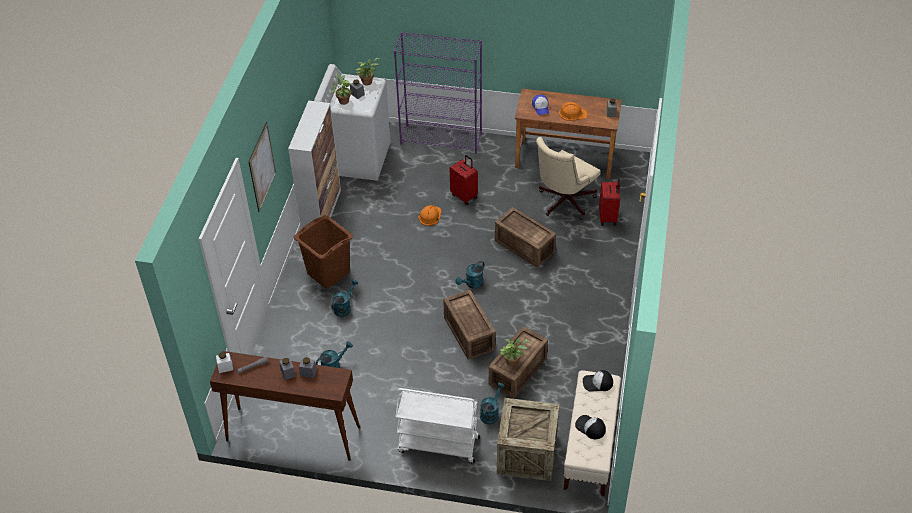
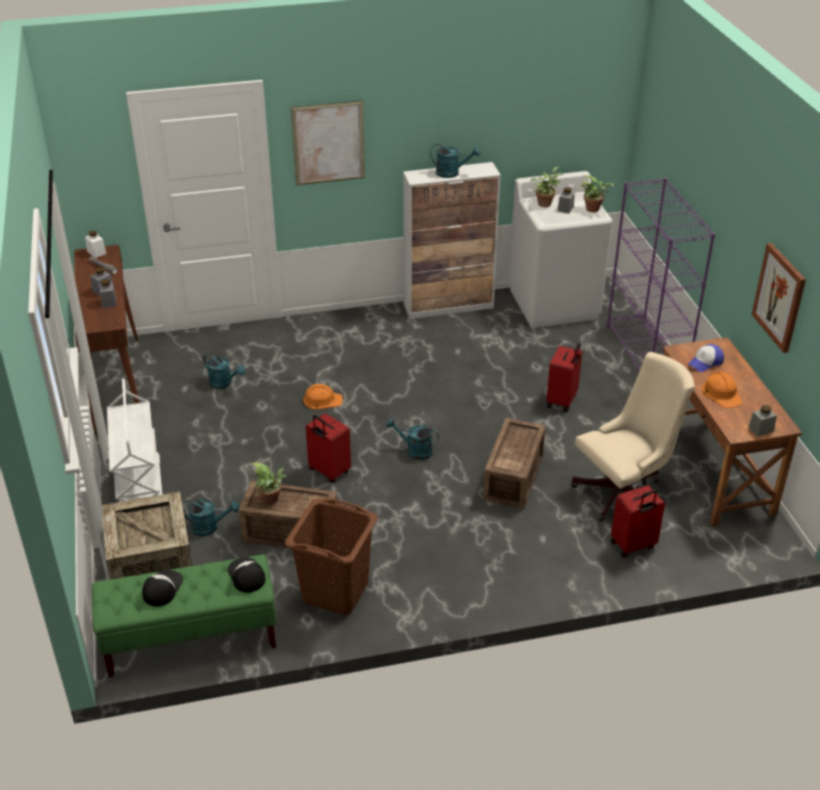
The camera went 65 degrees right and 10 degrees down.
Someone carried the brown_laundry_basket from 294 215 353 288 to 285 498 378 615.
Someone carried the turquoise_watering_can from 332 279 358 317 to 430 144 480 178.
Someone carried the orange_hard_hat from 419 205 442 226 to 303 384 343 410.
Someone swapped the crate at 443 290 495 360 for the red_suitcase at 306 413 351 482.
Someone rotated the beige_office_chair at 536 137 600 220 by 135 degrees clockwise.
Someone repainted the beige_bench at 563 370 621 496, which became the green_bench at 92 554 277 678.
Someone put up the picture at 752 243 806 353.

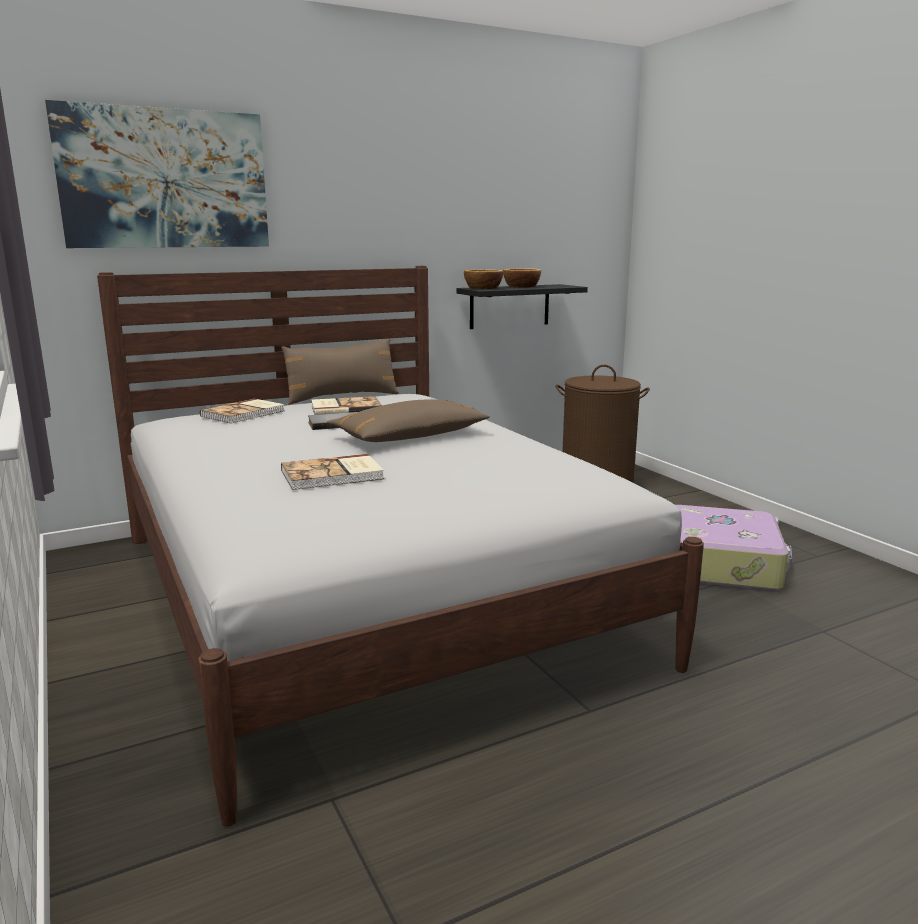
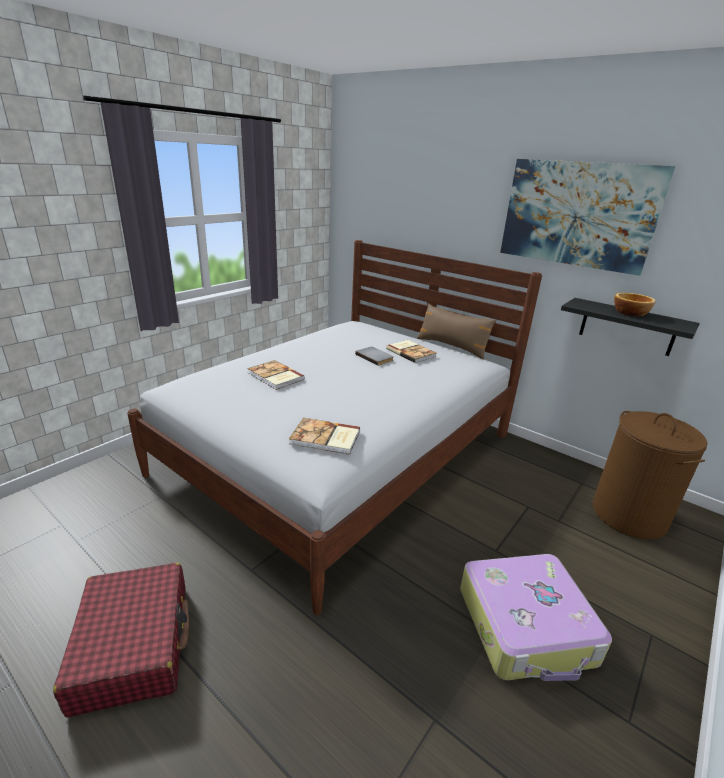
The camera went 65 degrees right and 10 degrees up.
Someone carried the picture from 45 100 269 248 to 500 159 675 276.
Someone carried the book from 200 399 285 424 to 289 418 360 455.
Someone took away the brown_pillow at 327 399 490 442.
Someone took away the bowl at 464 269 503 289.
Someone put down the red_suitcase at 53 563 189 717.

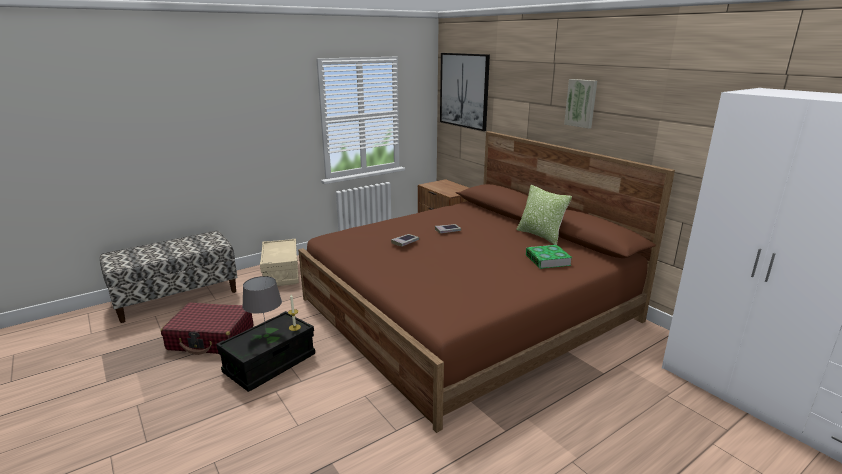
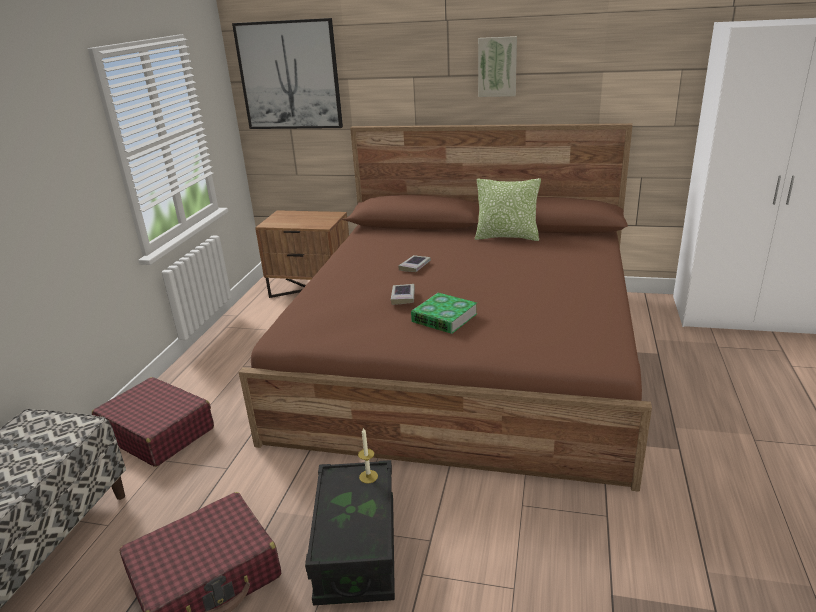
The camera went 40 degrees left and 5 degrees up.
Someone took away the grey_table_lamp at 242 276 282 333.
Someone swapped the beige_storage_box at 260 239 299 286 for the red_suitcase at 92 377 214 467.
Someone carried the book from 526 245 572 269 to 411 293 477 334.

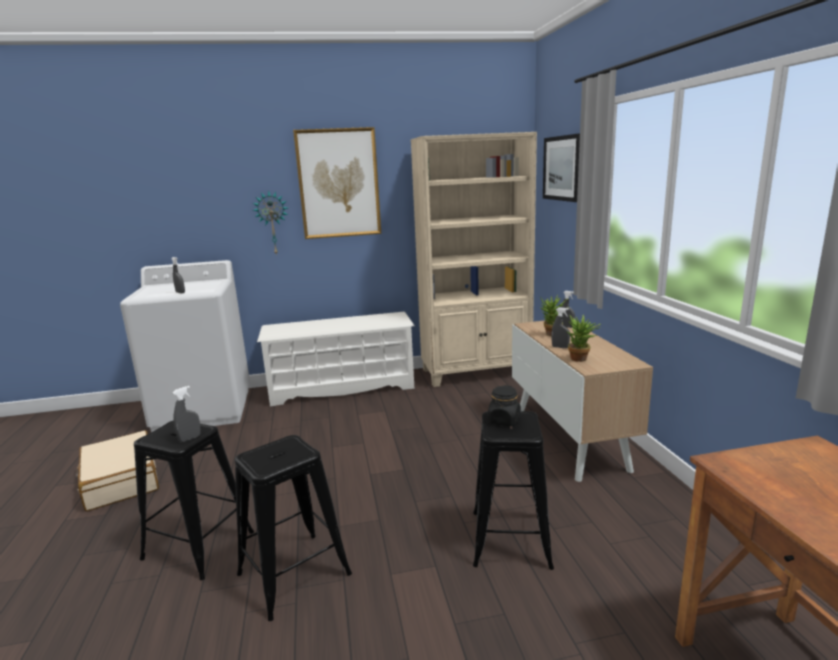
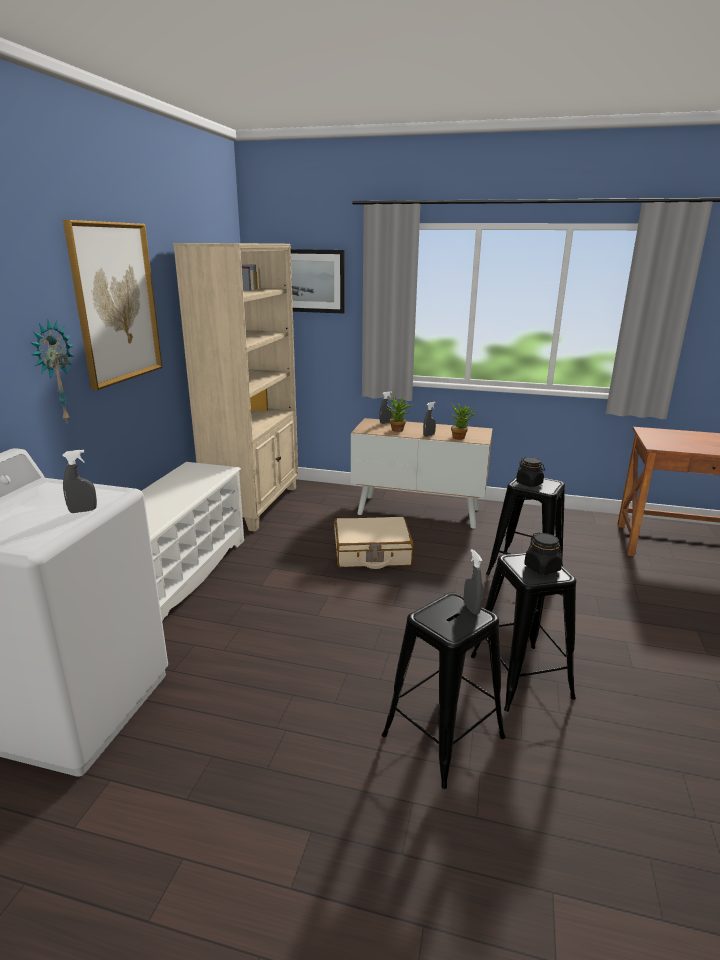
The camera went 65 degrees left and 5 degrees up.
Someone carried the beige_suitcase from 75 430 159 511 to 334 517 414 569.
Someone put down the black_jar at 524 532 562 575.

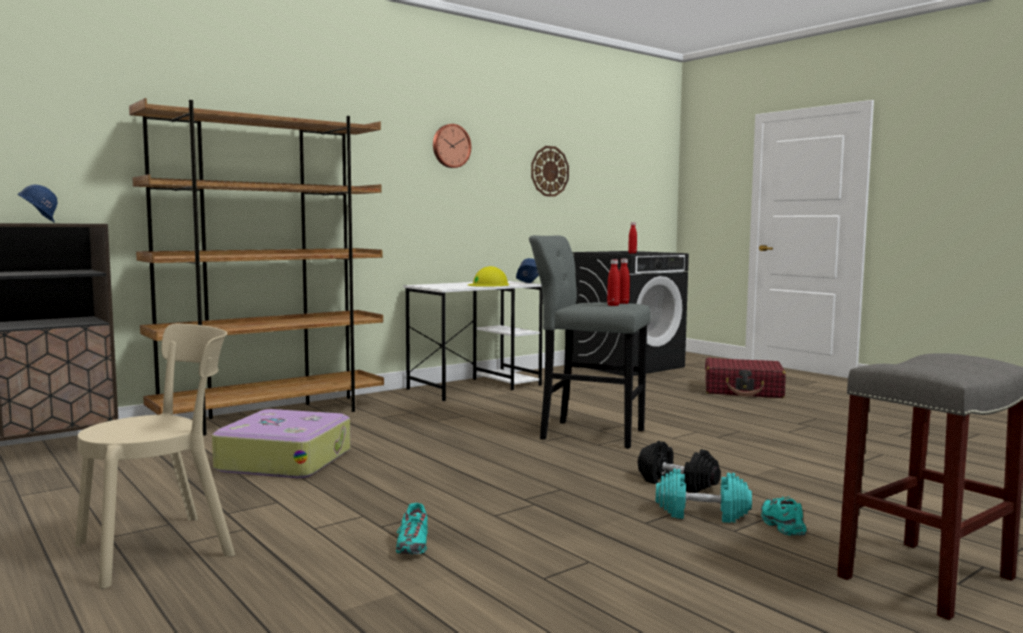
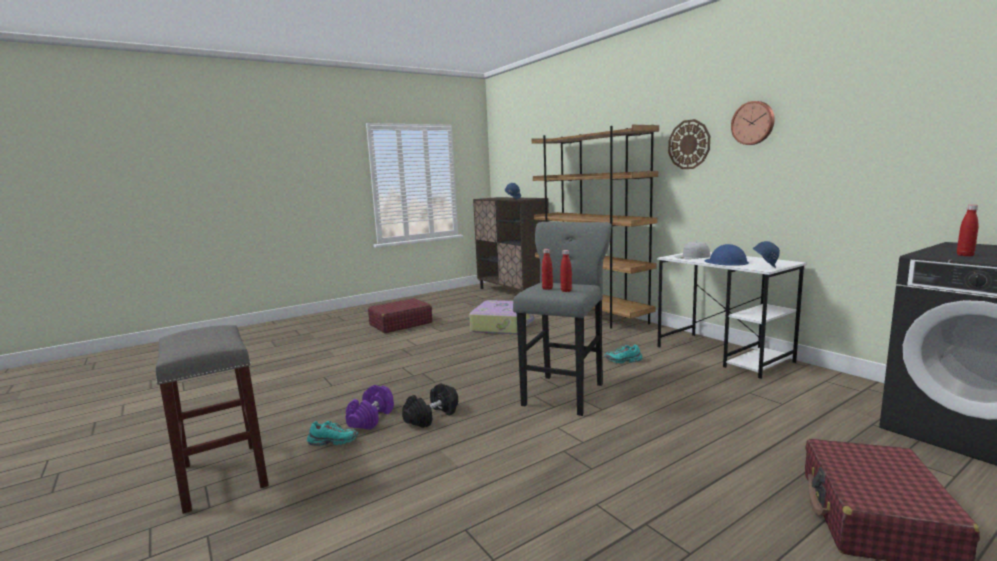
The camera went 95 degrees right and 5 degrees up.
Someone swapped the beige_chair at 75 323 235 589 for the red_suitcase at 368 298 433 333.
Someone carried the turquoise_shoe from 396 503 428 554 to 605 345 642 363.
Someone repainted the yellow_hard_hat at 468 266 509 287, which became the blue_hard_hat at 705 244 749 266.
Someone carried the wall_clock from 531 146 569 197 to 668 119 710 169.
Someone repainted the turquoise_dumbbell at 656 469 752 523, which became the purple_dumbbell at 346 385 394 430.
Someone put down the white_cap at 674 242 710 259.

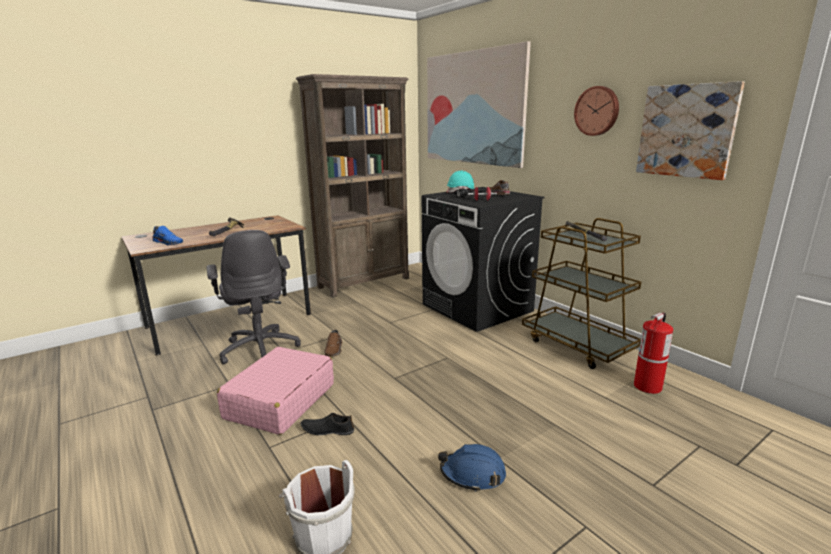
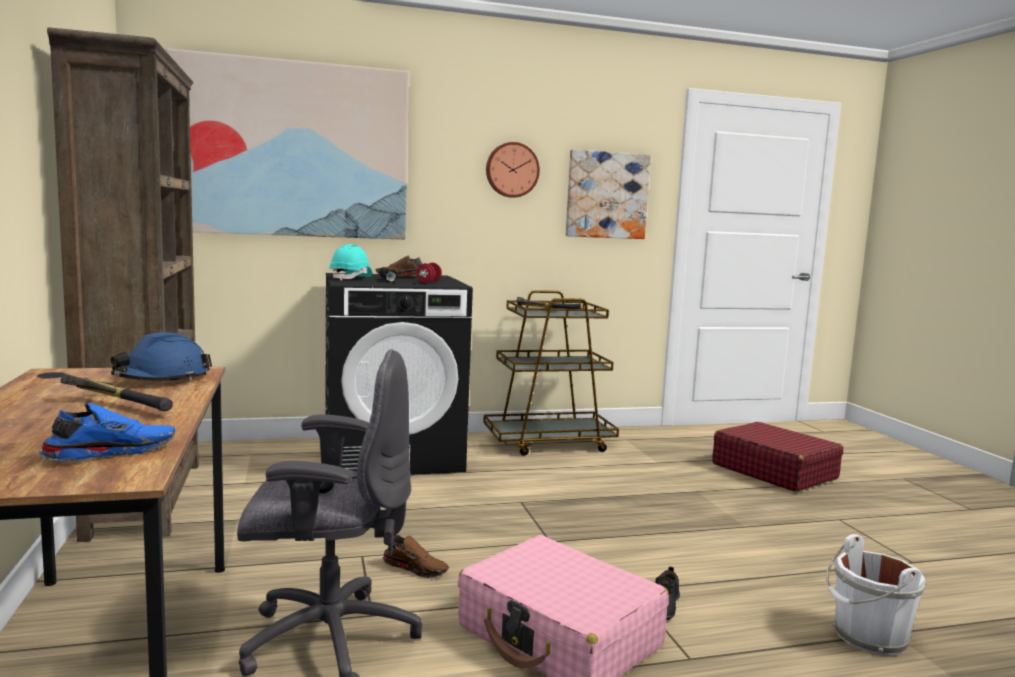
The camera went 70 degrees left and 10 degrees down.
Someone carried the blue_hard_hat from 438 444 506 492 to 111 332 212 381.
Someone took away the fire_extinguisher at 634 313 673 394.
Someone put down the red_suitcase at 712 422 843 492.

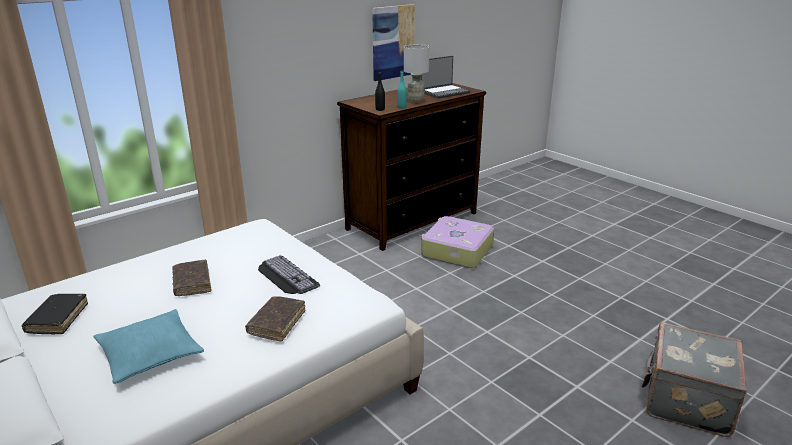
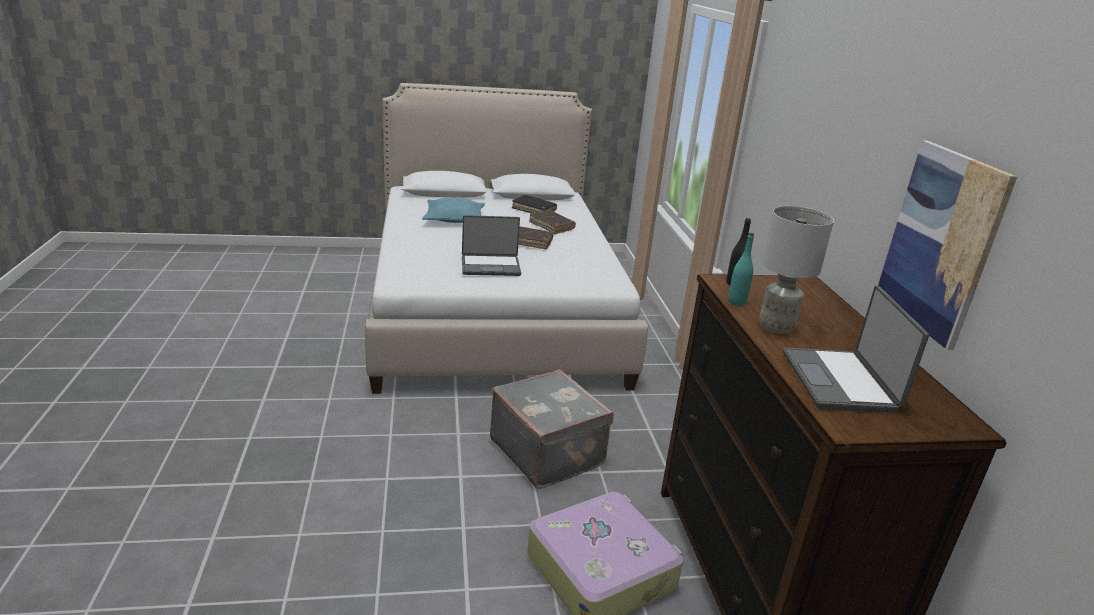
The camera went 120 degrees right and 0 degrees up.
Someone carried the brown_book from 245 296 305 341 to 529 210 576 234.
Someone swapped the keyboard at 258 255 320 294 for the laptop at 462 215 521 276.
Someone carried the grey_suitcase from 641 322 747 437 to 490 369 614 489.

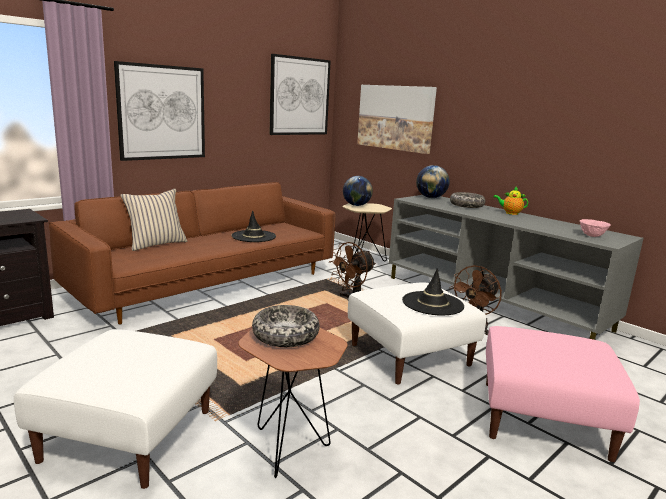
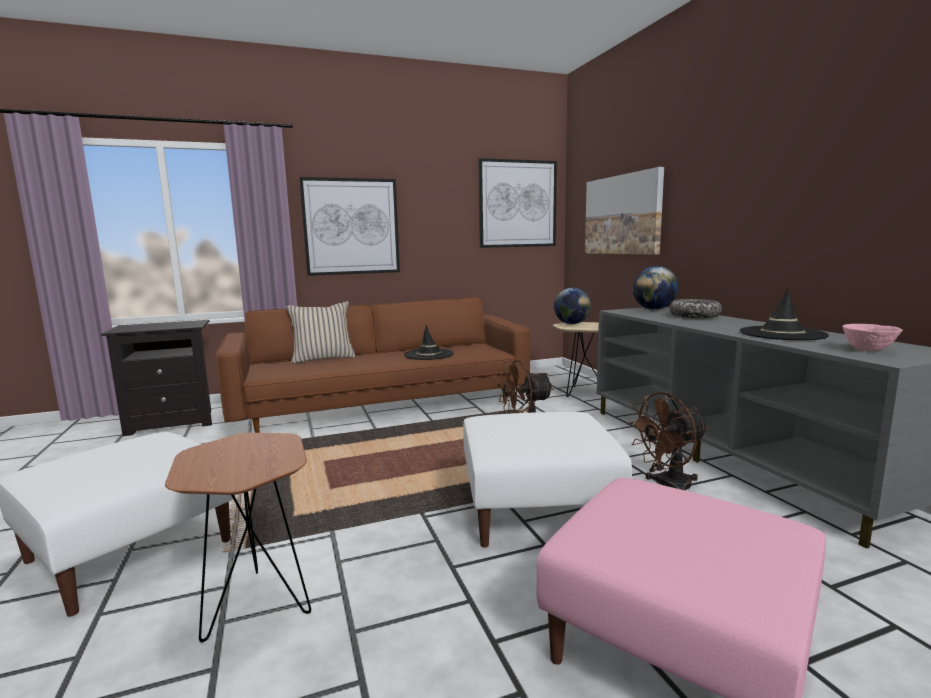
The camera went 25 degrees right and 5 degrees down.
Someone took away the bowl at 252 305 320 347.
Someone carried the black_hat from 402 268 464 316 to 740 288 829 340.
Someone took away the teapot at 493 187 529 215.

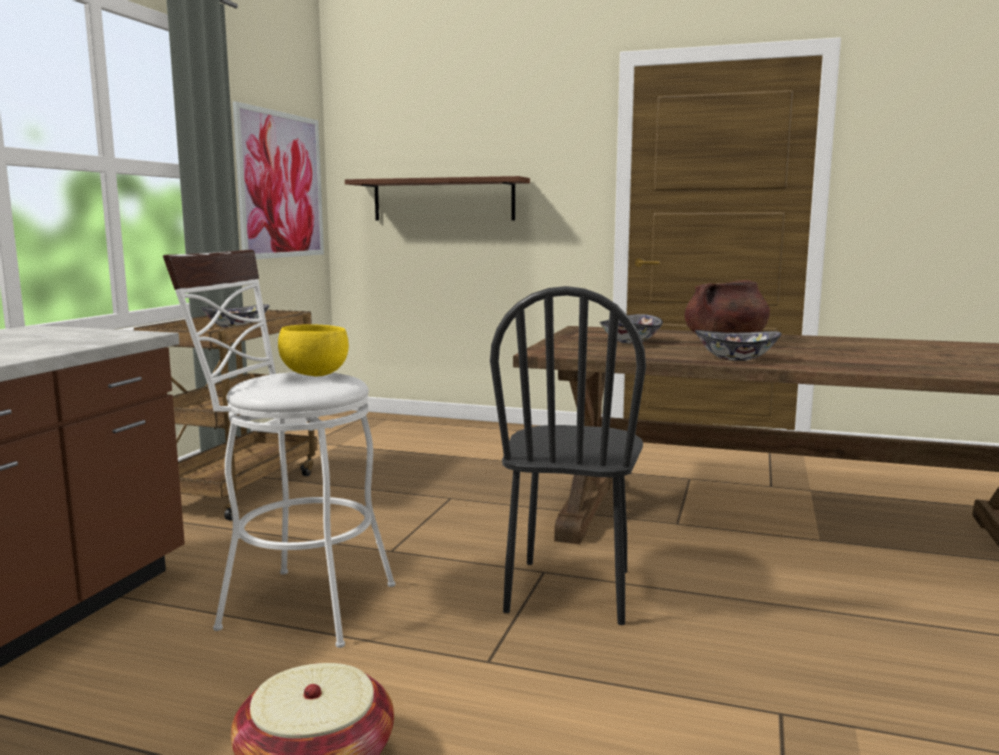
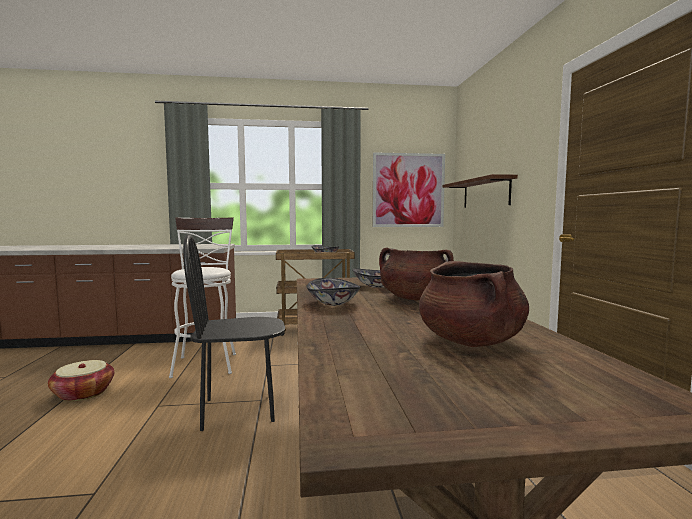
The camera went 65 degrees right and 5 degrees down.
Someone took away the yellow_bowl at 278 324 349 376.
Someone put down the brown_cooking_pot at 419 261 529 347.

